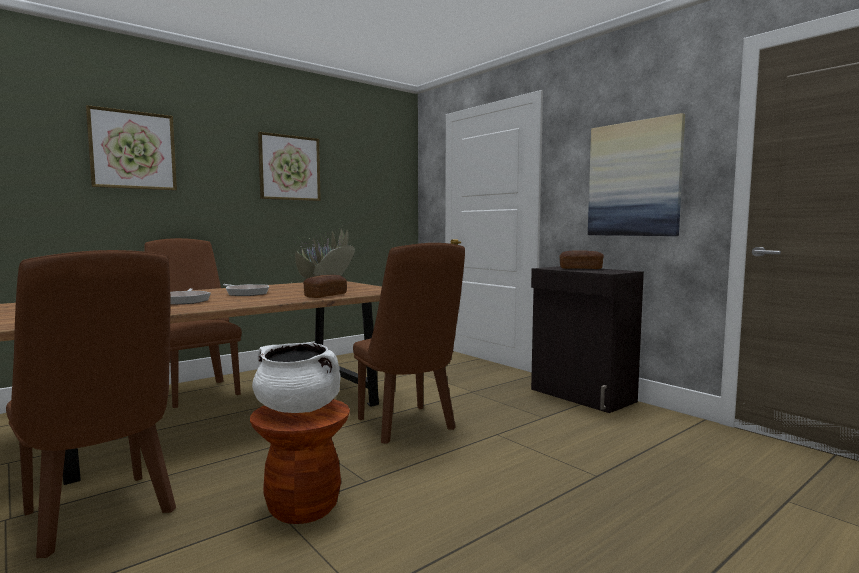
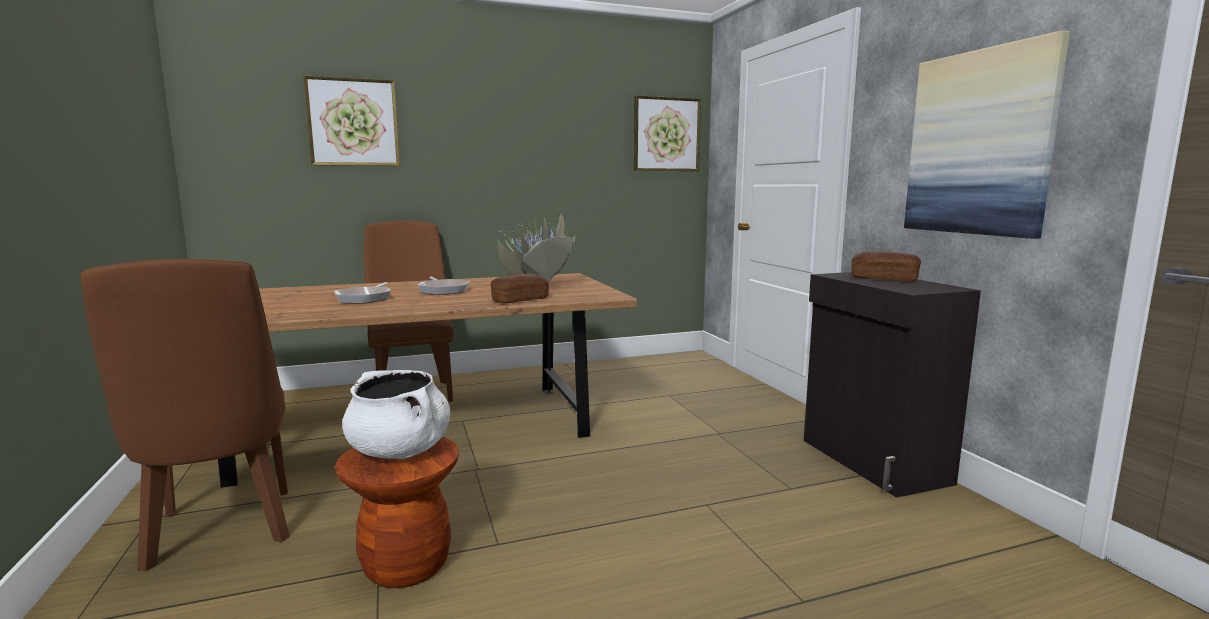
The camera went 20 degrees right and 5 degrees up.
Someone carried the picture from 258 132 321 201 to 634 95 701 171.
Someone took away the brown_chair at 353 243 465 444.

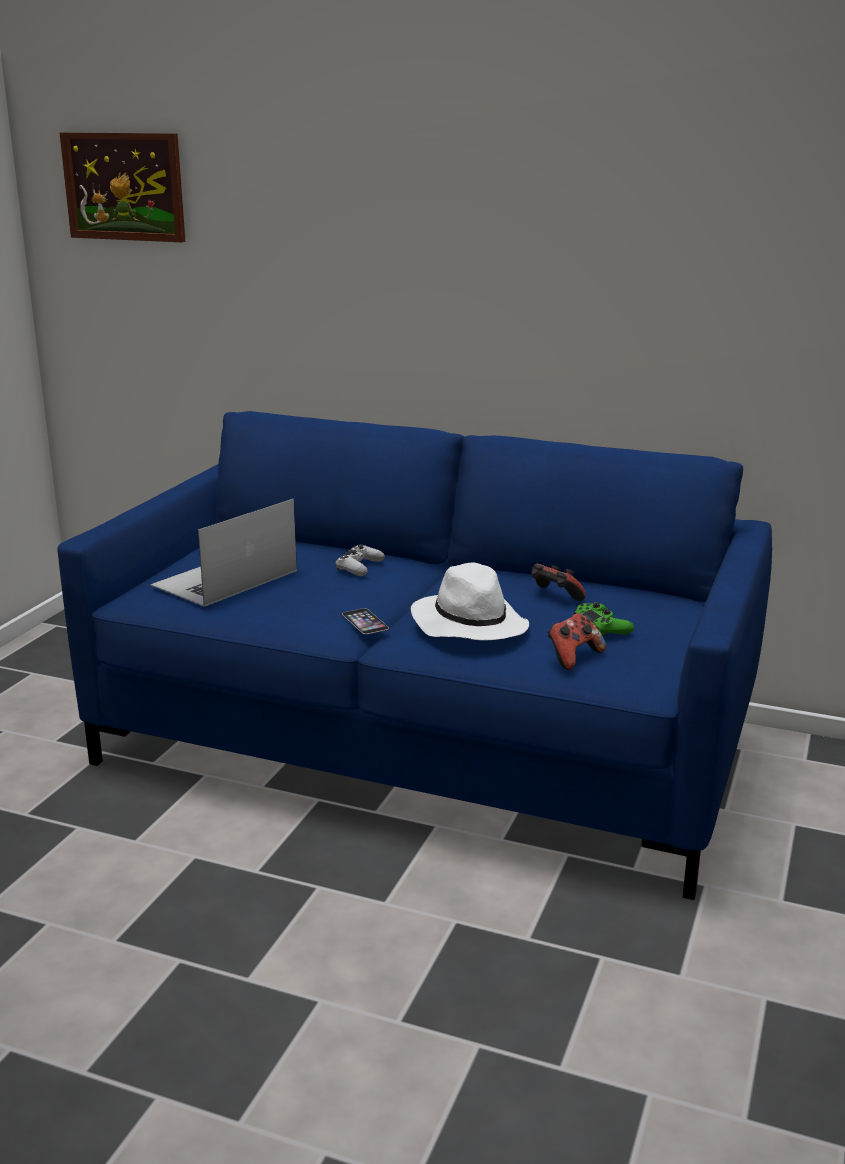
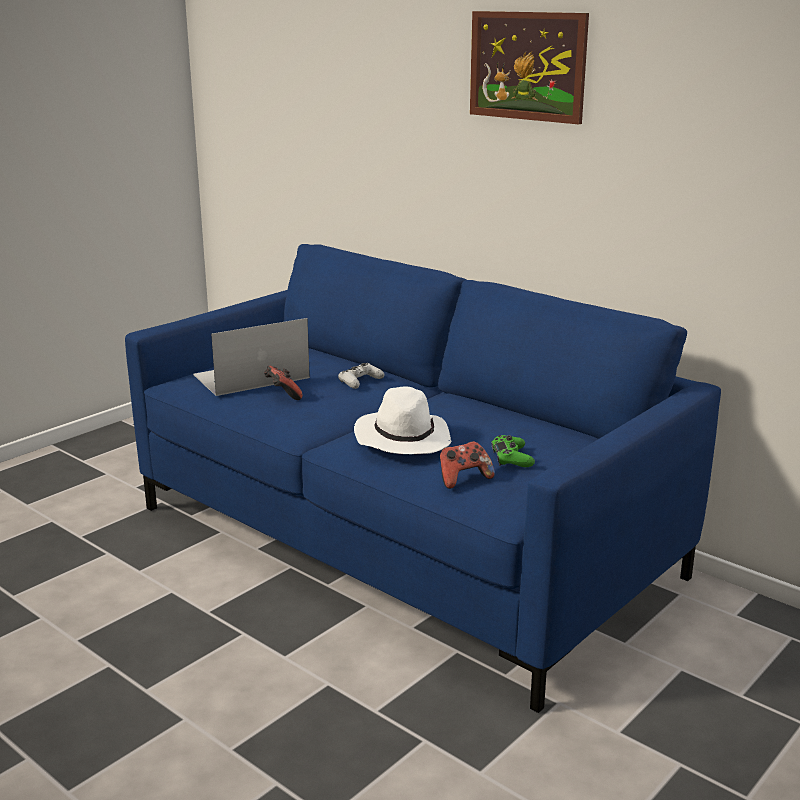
The camera went 20 degrees right and 0 degrees up.
Someone carried the picture from 60 132 185 242 to 470 11 589 124.
Someone took away the phone at 342 608 389 634.
Someone carried the game_controller from 532 564 586 601 to 264 366 302 400.

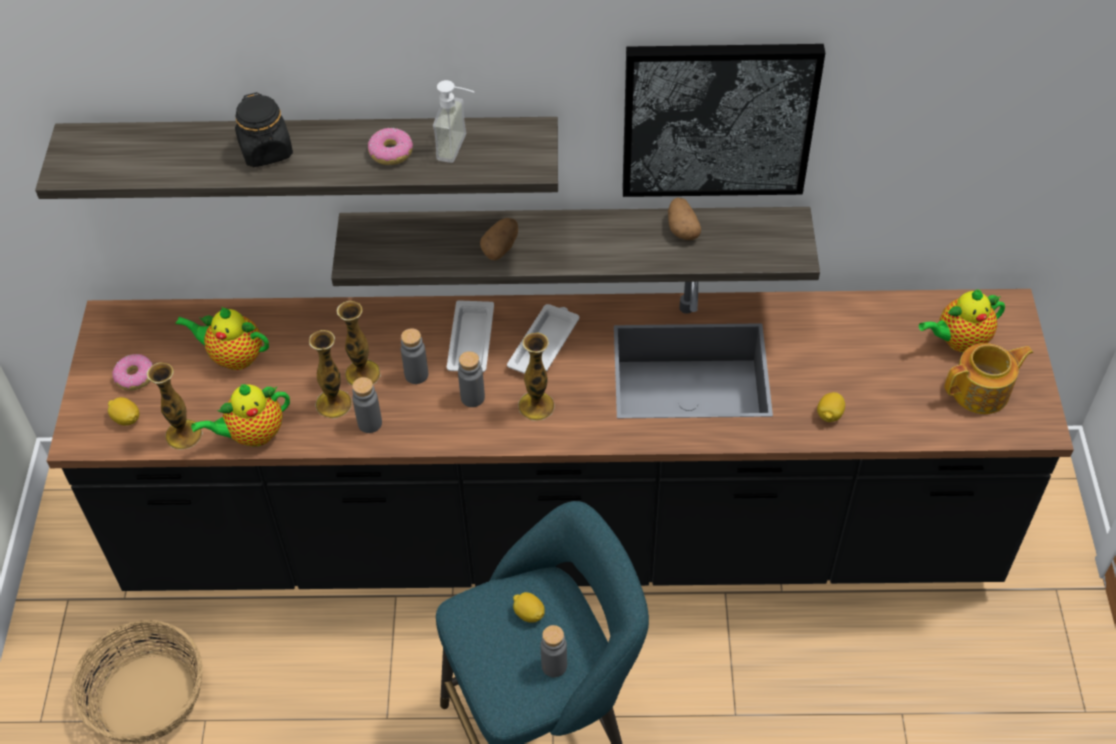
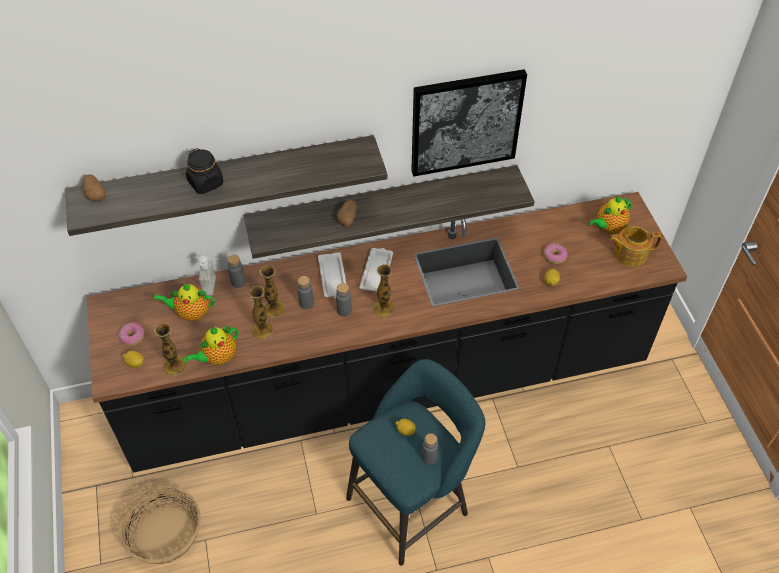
The camera went 15 degrees left and 0 degrees up.
Someone carried the grey_bottle from 352 377 382 433 to 228 255 246 288.
Someone carried the donut from 368 127 413 165 to 544 244 567 264.
Someone carried the soap_dispenser from 433 80 475 163 to 198 255 219 295.
Someone carried the potato from 668 197 701 240 to 82 174 106 202.
Someone rotated the teapot at 944 343 1033 414 by 150 degrees counterclockwise.

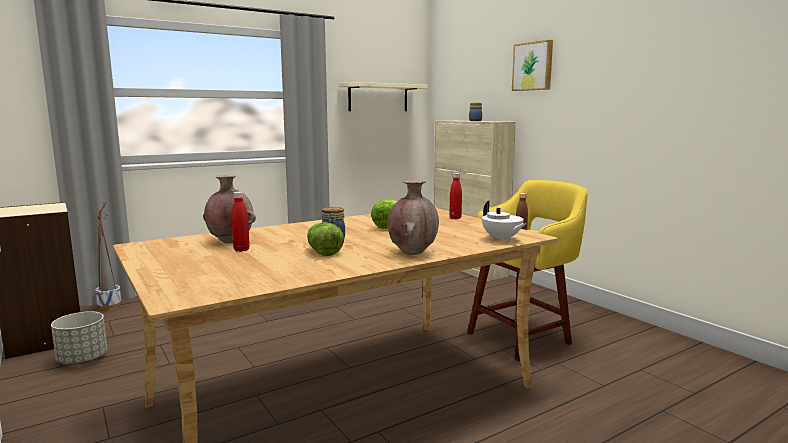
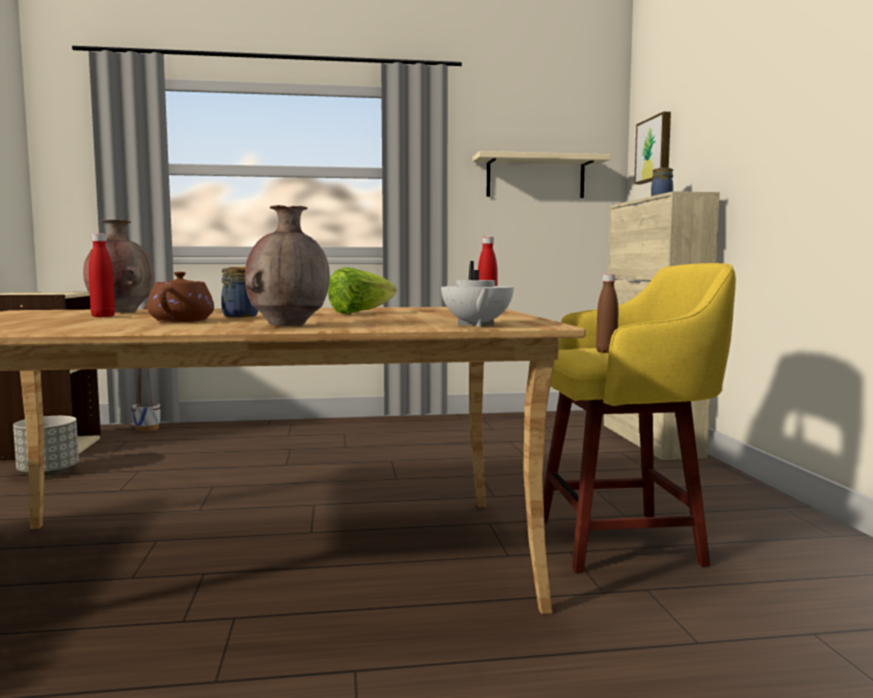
The camera went 25 degrees right and 5 degrees down.
Someone swapped the lettuce at 307 222 344 256 for the brown_teapot at 147 272 214 322.
Someone carried the picture from 512 40 553 91 to 634 112 671 184.

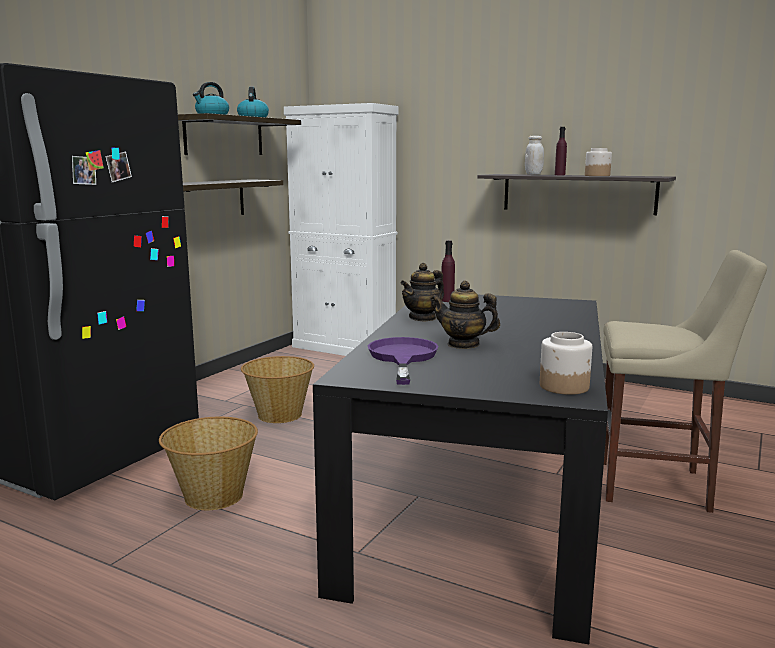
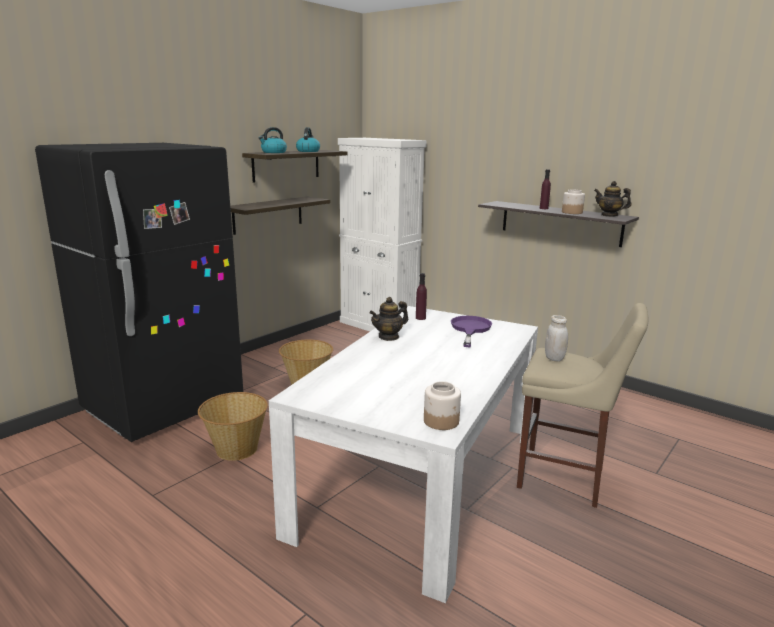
The camera went 10 degrees right and 5 degrees up.
Someone repainted the black_dining_table at 313 295 608 644, which became the white_dining_table at 269 306 538 603.
Someone carried the purple_frying_pan from 368 337 438 385 to 451 316 492 347.
Someone carried the teapot from 431 281 500 349 to 594 181 631 217.
Someone carried the white_jar from 525 136 544 175 to 545 315 568 361.

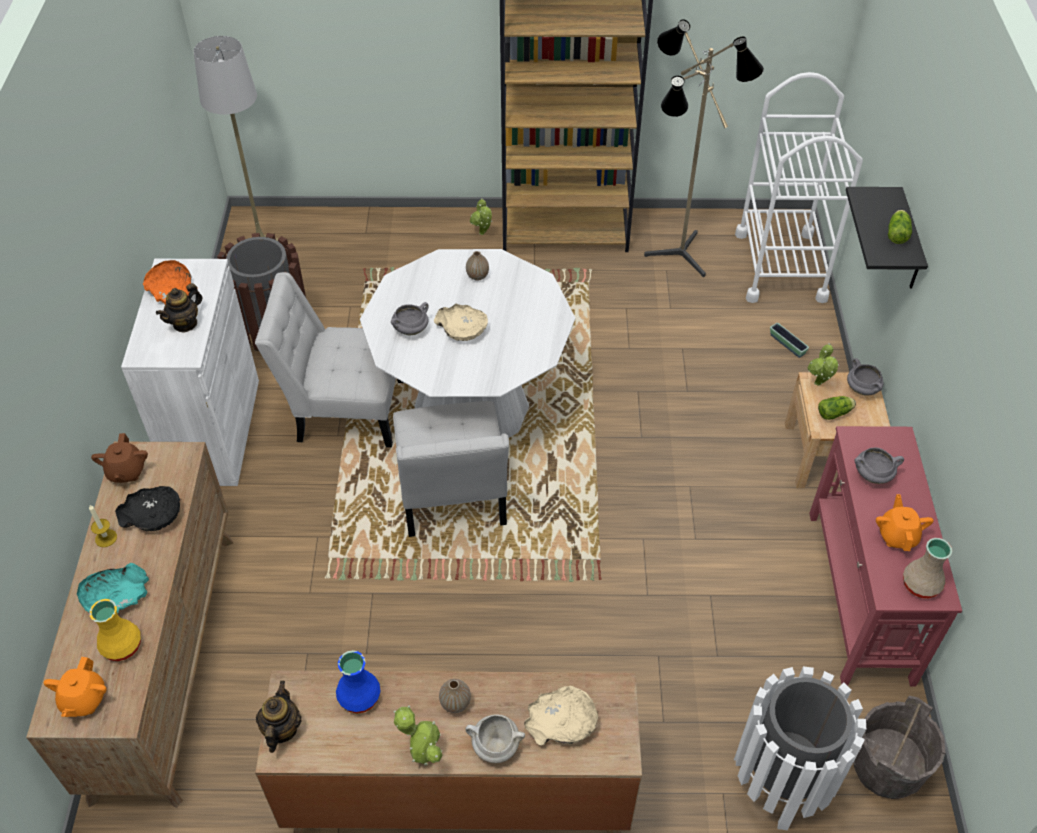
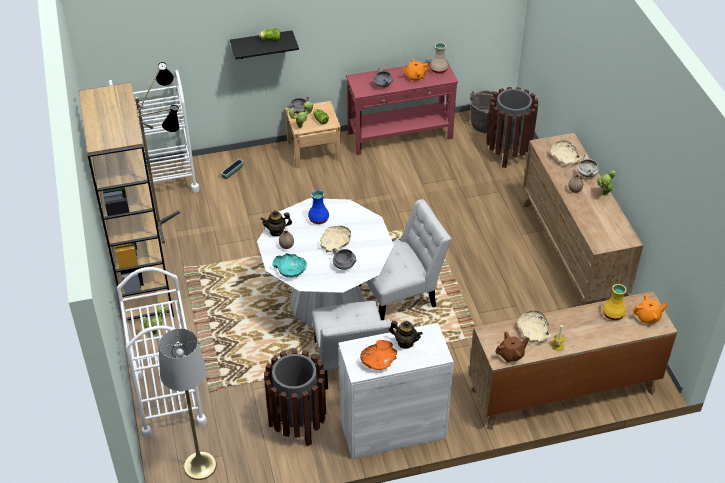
The camera went 105 degrees left and 5 degrees down.
Someone carried the turquoise_bowl from 77 563 149 614 to 272 253 307 278.
Someone repainted the black_bowl at 115 486 180 531, which became the beige_bowl at 517 310 552 344.
Someone carried the teapot from 256 681 302 753 to 260 211 292 237.
Someone carried the blue_vase from 336 650 380 714 to 308 190 329 224.
Someone repainted the white_trash_can at 734 666 866 830, which became the brown_trash_can at 487 87 538 168.
Someone put down the white_cart at 117 267 207 438.

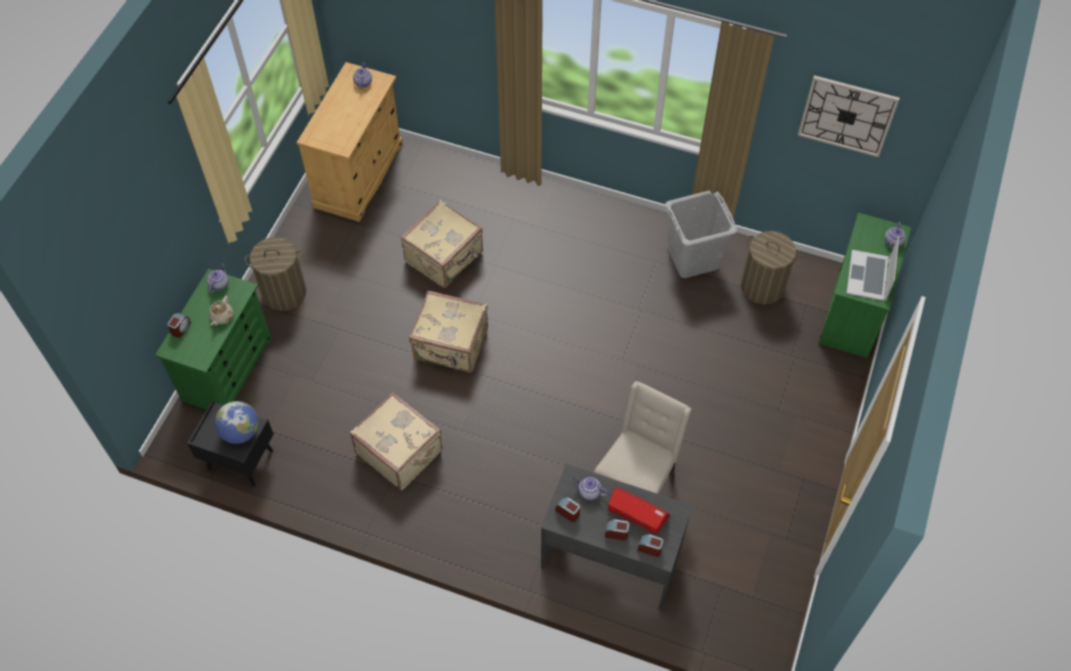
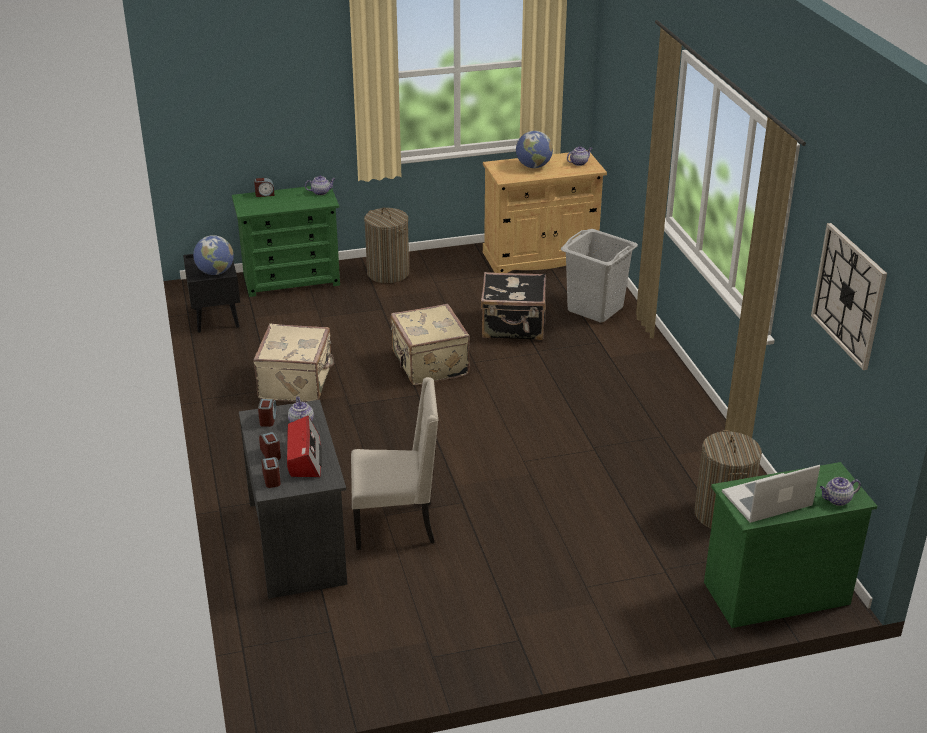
The camera went 55 degrees right and 25 degrees down.
Someone took away the beige_teapot at 209 296 233 325.
Someone repainted the beige_suitcase at 400 200 483 288, which became the black_suitcase at 481 272 546 340.
Someone carried the grey_laundry_basket from 665 190 737 278 to 561 229 638 323.
Someone put down the globe at 516 131 553 168.

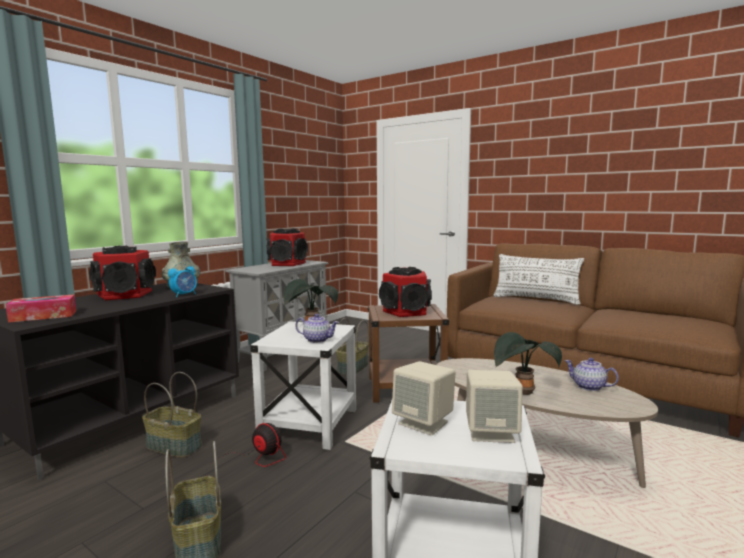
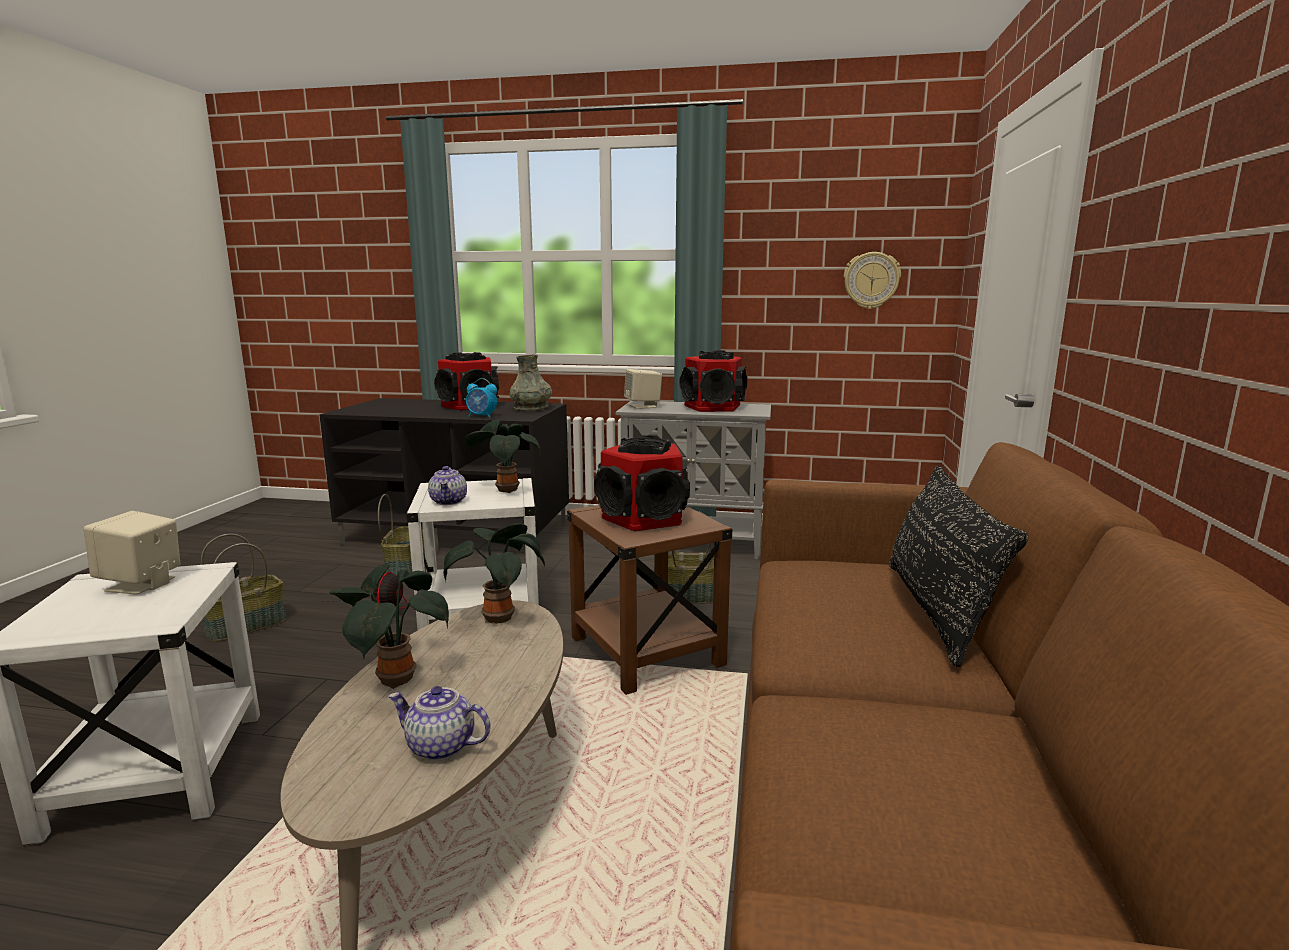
The camera went 65 degrees right and 5 degrees up.
Someone took away the tissue_box at 5 294 76 323.
Someone carried the beige_speaker from 466 370 523 443 to 624 369 662 409.
Someone repainted the white_pillow at 494 254 584 305, which became the black_pillow at 889 465 1029 667.
Someone rotated the teapot at 564 358 619 391 by 90 degrees counterclockwise.
Someone put down the potted_plant at 444 523 545 624.
Someone put up the wall_clock at 844 252 901 309.

